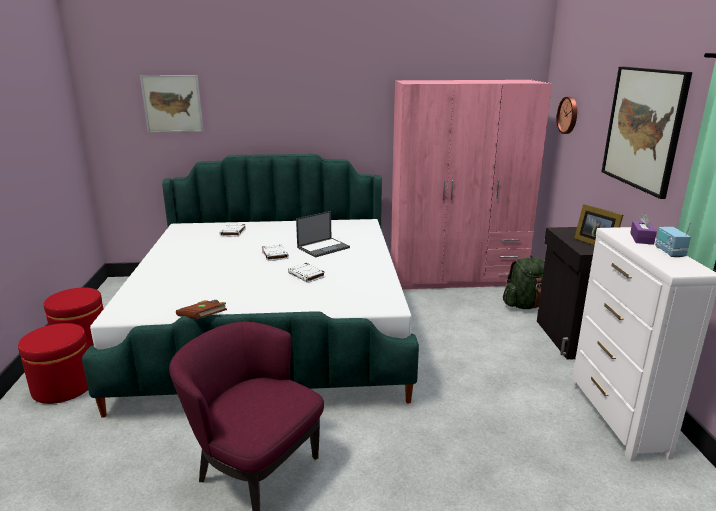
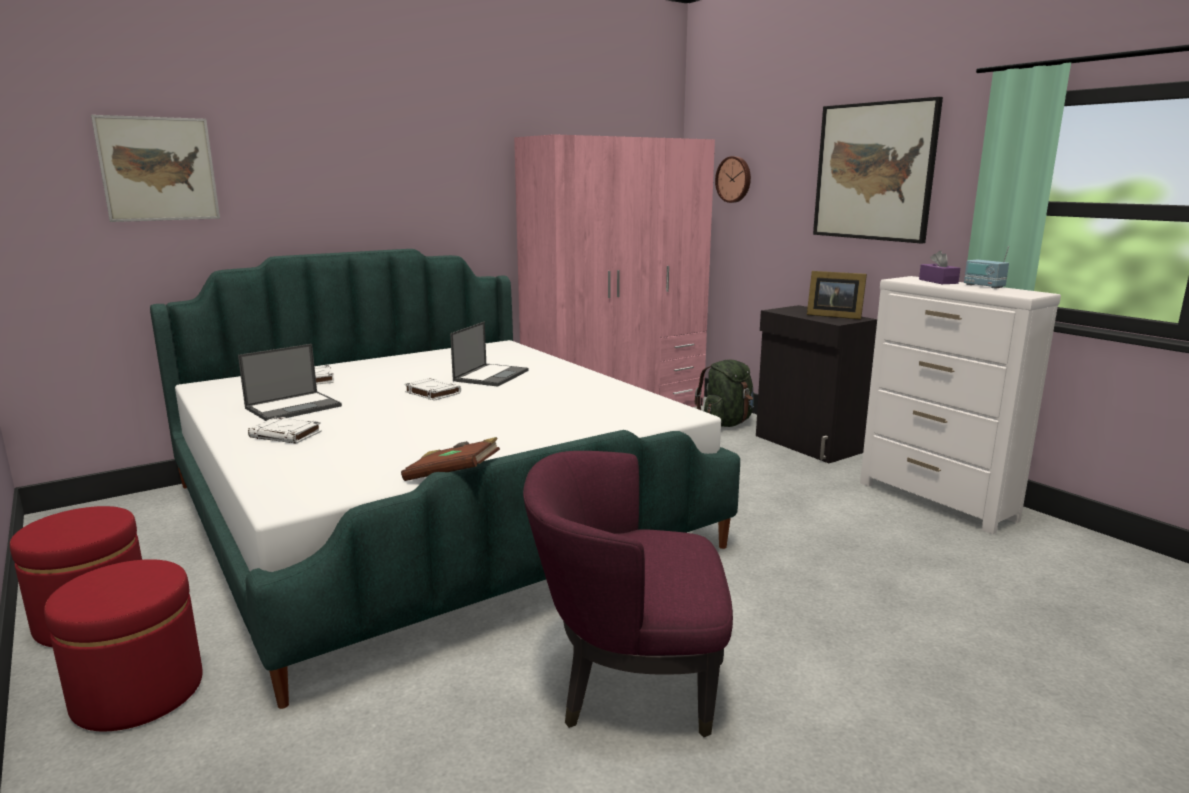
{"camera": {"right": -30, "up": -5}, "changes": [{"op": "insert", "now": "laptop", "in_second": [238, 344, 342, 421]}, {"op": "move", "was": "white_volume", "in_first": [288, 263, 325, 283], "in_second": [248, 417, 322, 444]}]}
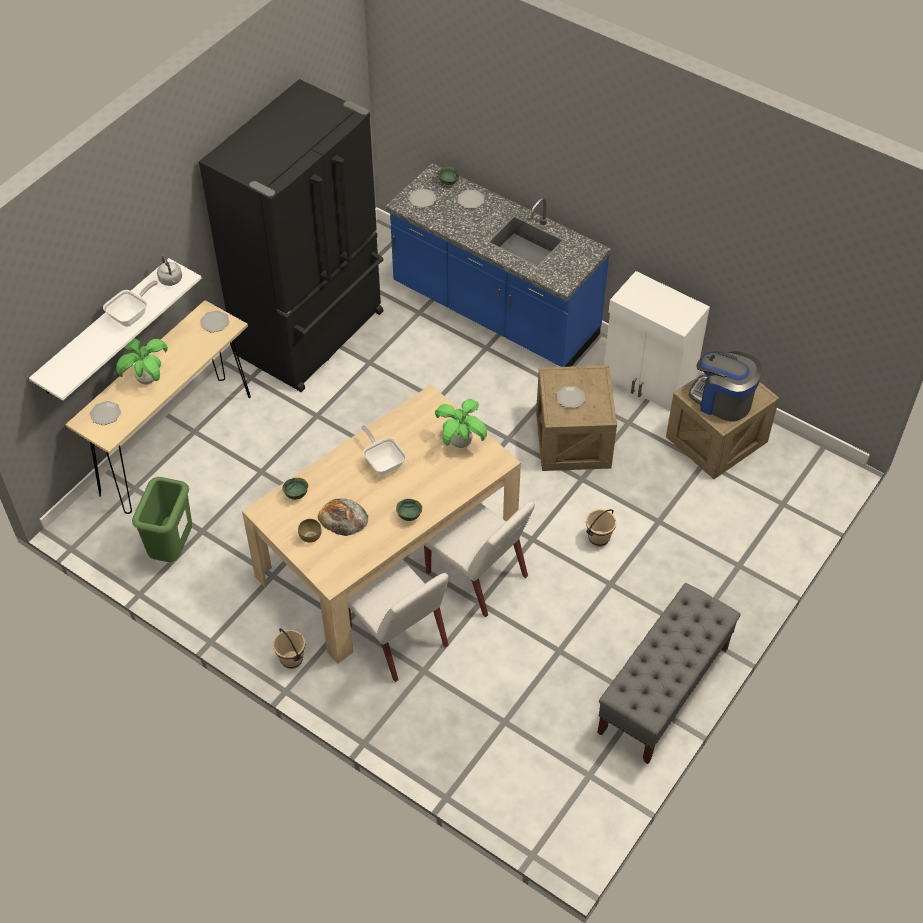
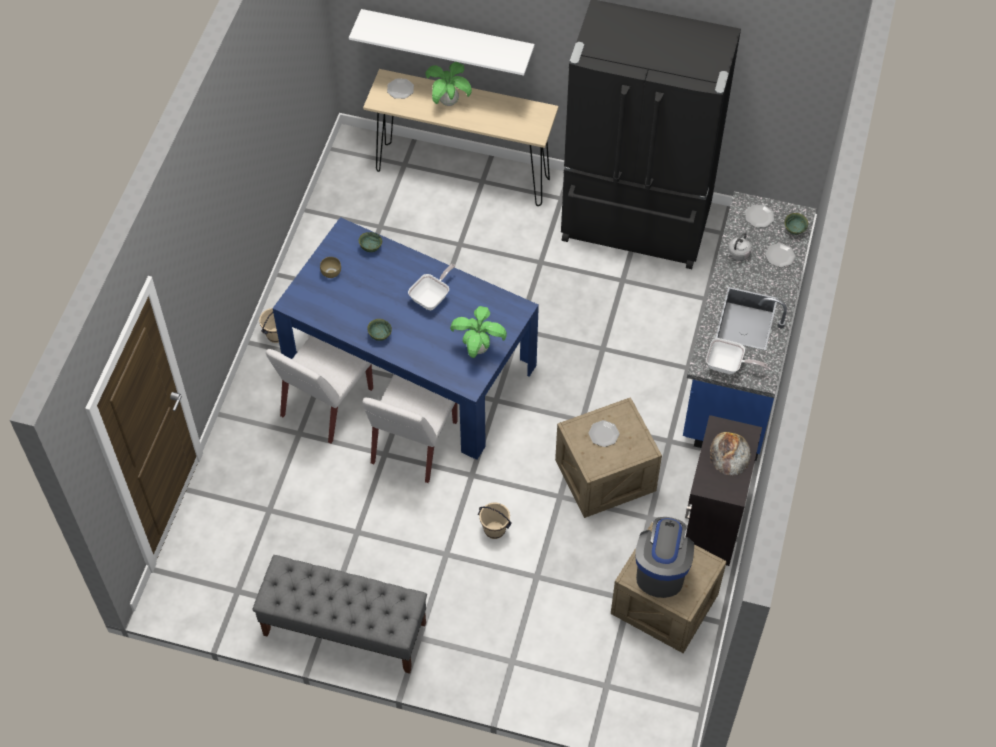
{"camera": {"right": 70, "up": 5}, "changes": [{"op": "recolor", "was": "beige-coloured_kitchen_table", "now": "bluish_kitchen_table", "in_first": [242, 385, 521, 663], "in_second": [273, 217, 539, 460]}, {"op": "recolor", "was": "white_storage_cabinet", "now": "black_storage_cabinet", "in_first": [604, 271, 710, 411], "in_second": [685, 415, 762, 566]}, {"op": "move", "was": "skillet", "in_first": [103, 281, 158, 327], "in_second": [706, 338, 768, 374]}, {"op": "move", "was": "baked_bread", "in_first": [318, 498, 368, 536], "in_second": [710, 432, 751, 476]}, {"op": "move", "was": "grey_water_kettle", "in_first": [157, 255, 182, 286], "in_second": [727, 232, 752, 261]}, {"op": "delete", "was": "green-coloured_waste_bin", "in_first": [132, 477, 192, 562]}, {"op": "delete", "was": "flat_dish", "in_first": [200, 310, 229, 332]}]}
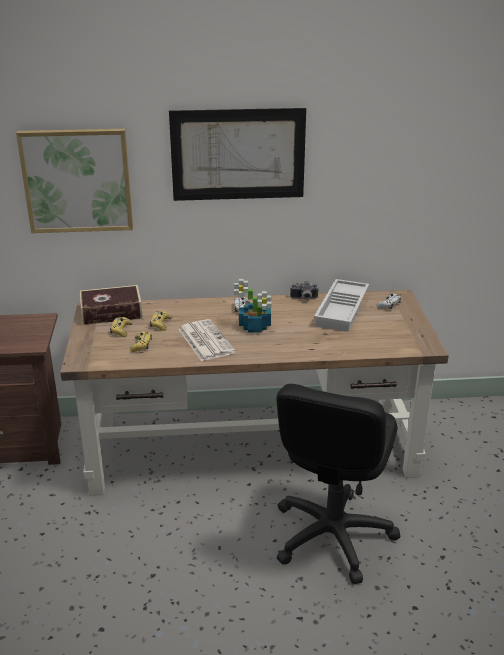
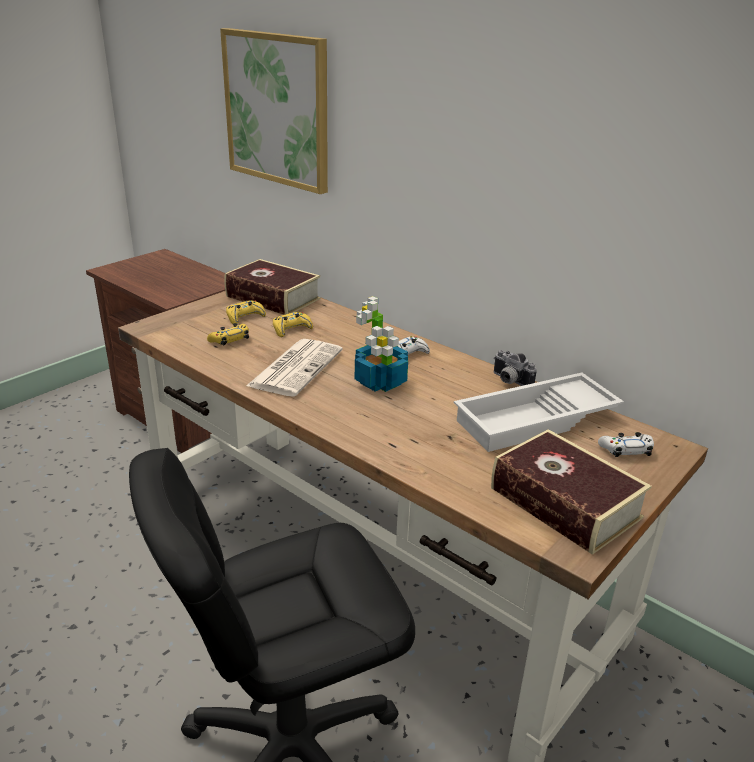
{"camera": {"right": 45, "up": 0}, "changes": [{"op": "insert", "now": "volume", "in_second": [491, 429, 652, 555]}, {"op": "delete", "was": "picture", "in_first": [169, 108, 306, 201]}]}
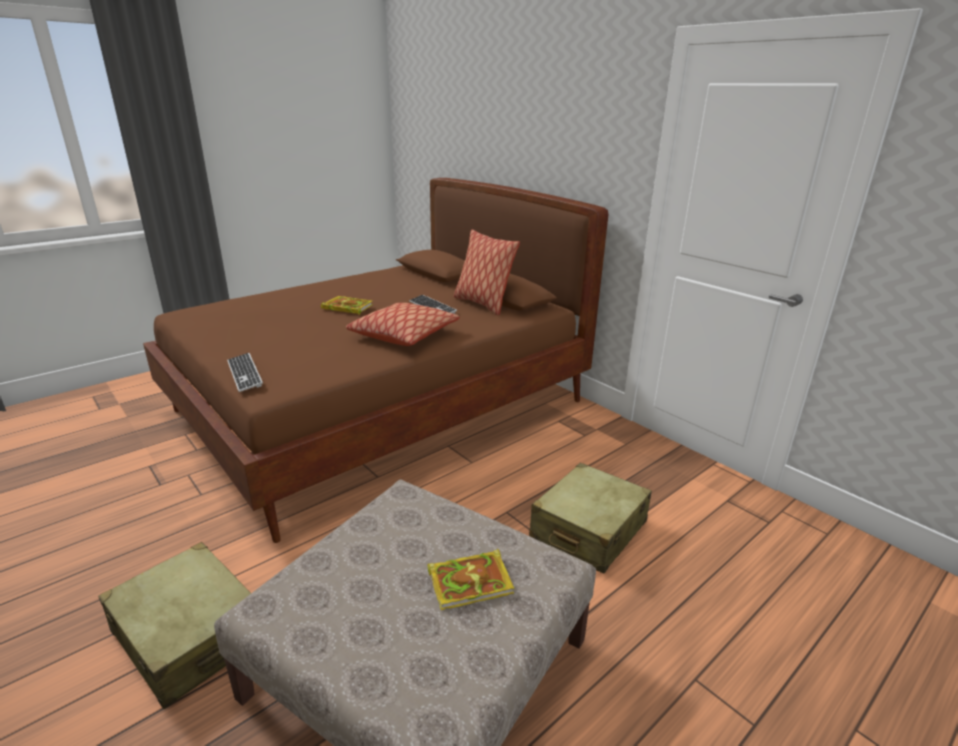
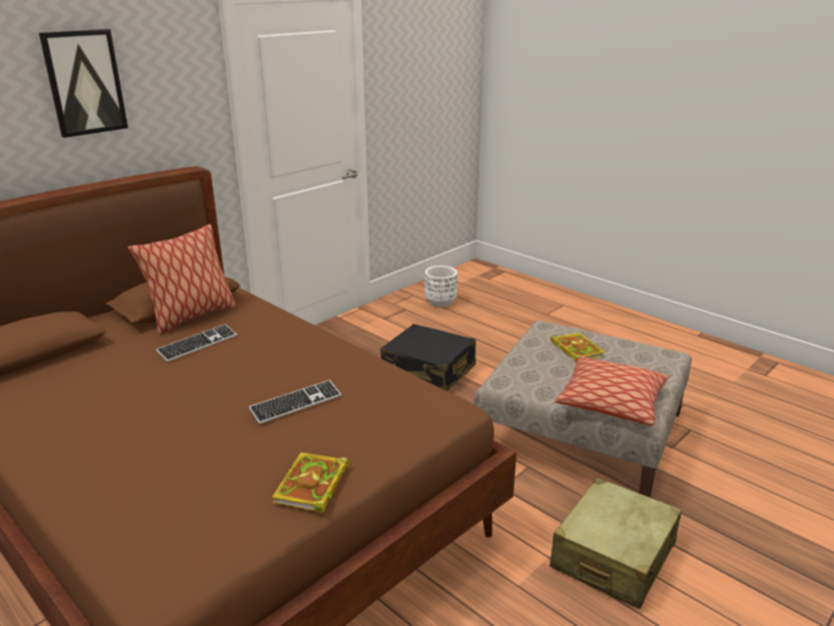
{"camera": {"right": -95, "up": 0}, "changes": [{"op": "insert", "now": "picture", "in_second": [39, 29, 128, 138]}, {"op": "move", "was": "PC_keyboard", "in_first": [227, 353, 263, 392], "in_second": [249, 380, 342, 424]}, {"op": "move", "was": "volume", "in_first": [321, 296, 372, 315], "in_second": [272, 453, 350, 513]}, {"op": "recolor", "was": "beige-coloured_travel_case", "now": "black_travel_case", "in_first": [529, 463, 652, 574], "in_second": [380, 324, 476, 391]}, {"op": "insert", "now": "white_plant_pot", "in_second": [425, 266, 458, 307]}, {"op": "move", "was": "throw_pillow", "in_first": [346, 303, 460, 346], "in_second": [555, 356, 669, 426]}]}
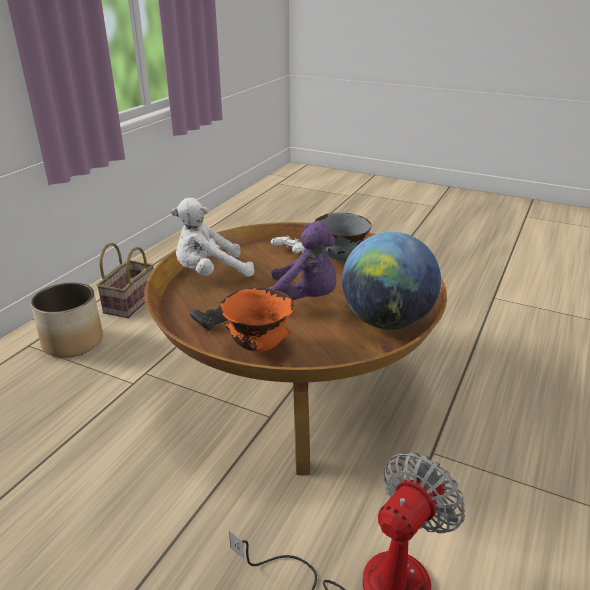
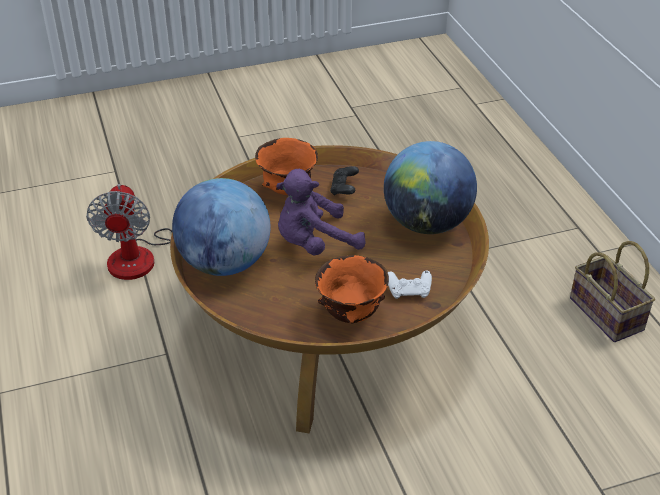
{"camera": {"right": 135, "up": 10}, "changes": [{"op": "recolor", "was": "grey_deep_dish", "now": "orangey_deep_dish", "in_first": [315, 212, 371, 261], "in_second": [315, 255, 389, 324]}, {"op": "replace", "was": "white_plush_toy", "now": "world_globe", "in_first": [171, 198, 255, 277], "in_second": [384, 141, 477, 234]}, {"op": "delete", "was": "plant_pot", "in_first": [31, 283, 103, 358]}]}
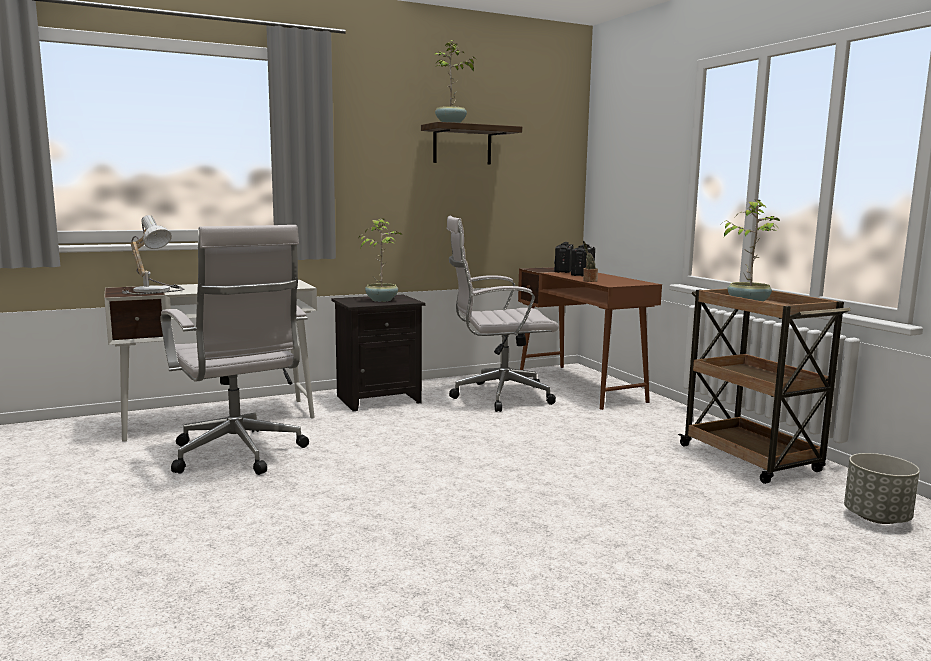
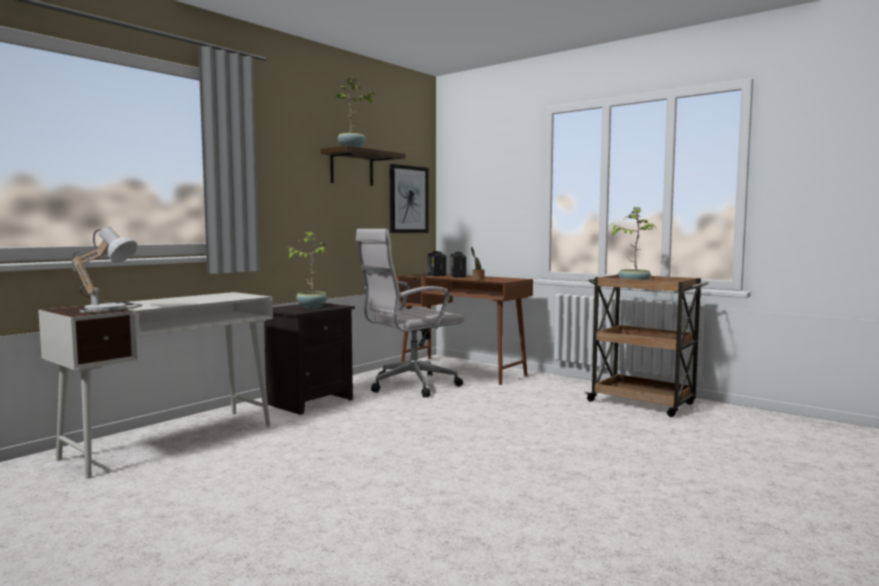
{"camera": {"right": -25, "up": -5}, "changes": [{"op": "insert", "now": "picture", "in_second": [389, 164, 429, 233]}, {"op": "delete", "was": "white_office_chair", "in_first": [160, 225, 309, 475]}, {"op": "delete", "was": "grey_plant_pot", "in_first": [844, 453, 920, 524]}]}
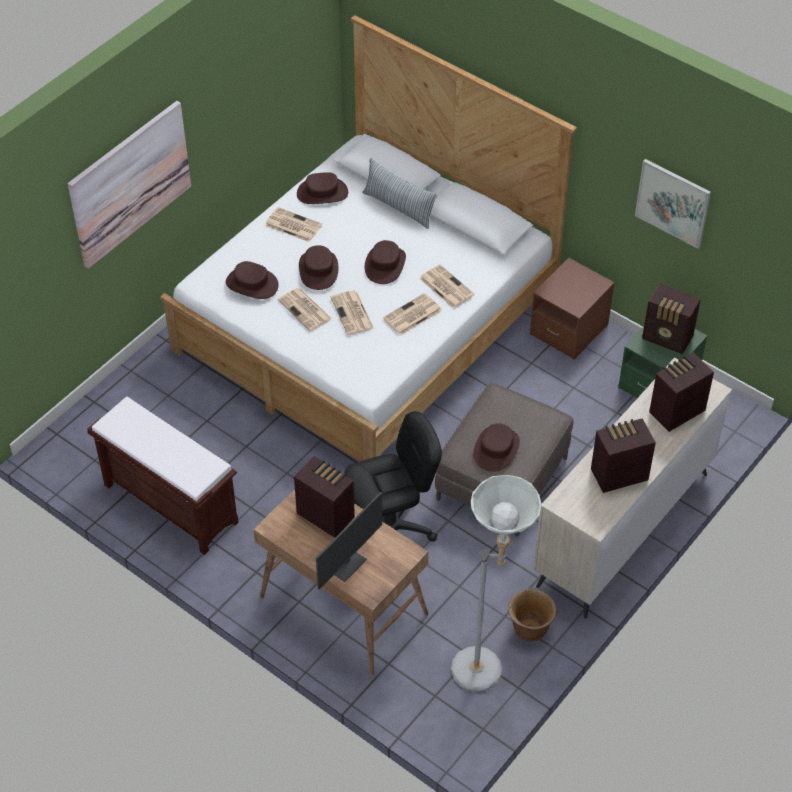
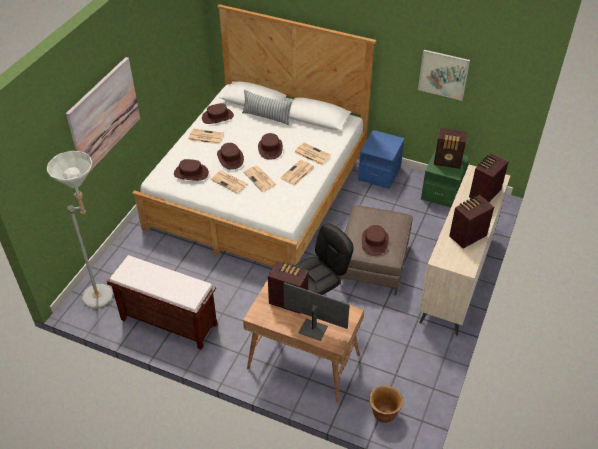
{"camera": {"right": -15, "up": -5}, "changes": [{"op": "move", "was": "grey_standing_lamp", "in_first": [451, 475, 542, 692], "in_second": [47, 151, 113, 309]}, {"op": "rotate", "was": "monitor", "in_first": [316, 492, 382, 590], "in_second": [283, 282, 350, 341], "clockwise": -90}, {"op": "recolor", "was": "brownish_nightstand", "now": "bluish_nightstand", "in_first": [530, 258, 615, 360], "in_second": [358, 130, 405, 189]}, {"op": "move", "was": "brownish_plant_pot", "in_first": [508, 588, 557, 641], "in_second": [369, 385, 403, 423]}]}
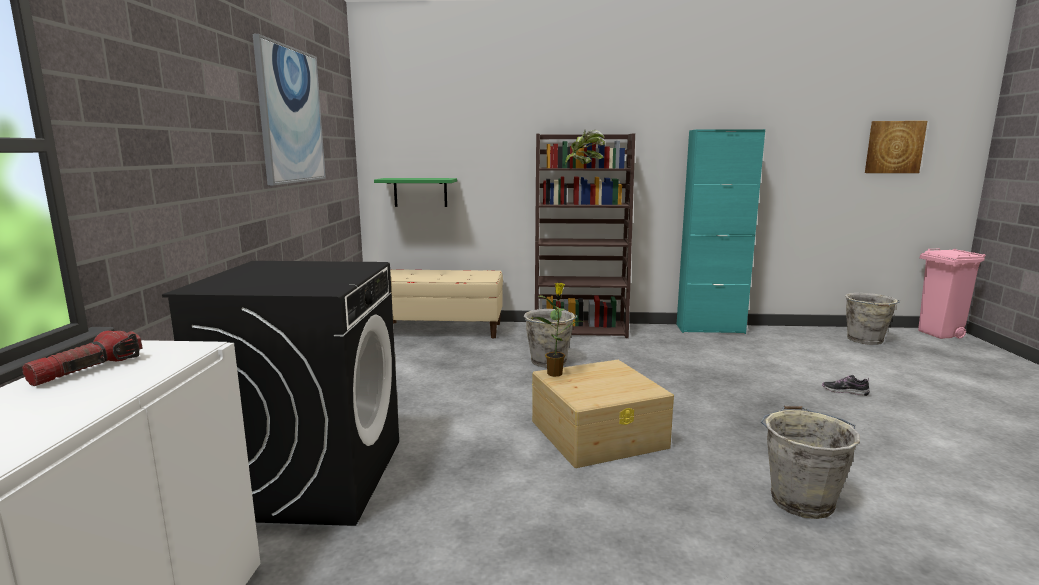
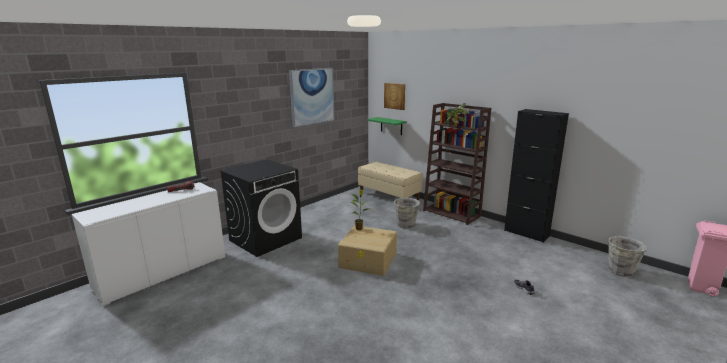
{"camera": {"right": 40, "up": 5}, "changes": [{"op": "move", "was": "picture", "in_first": [865, 121, 927, 173], "in_second": [384, 83, 405, 110]}, {"op": "recolor", "was": "turquoise-coloured_storage_cabinet", "now": "black_storage_cabinet", "in_first": [677, 129, 765, 334], "in_second": [504, 109, 569, 243]}, {"op": "delete", "was": "grey_bucket", "in_first": [761, 406, 860, 519]}]}
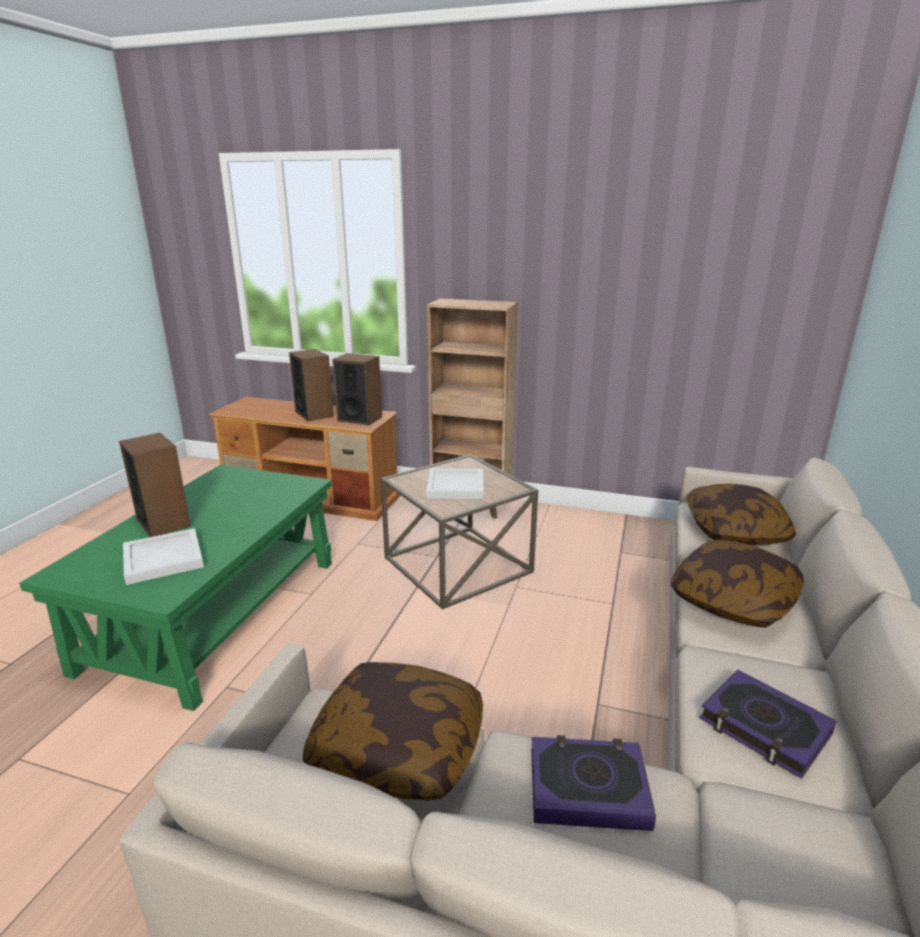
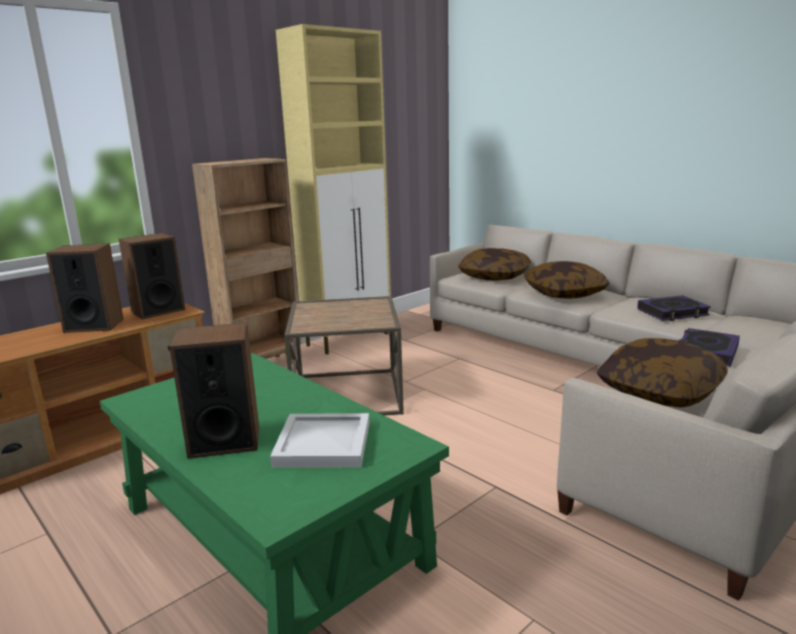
{"camera": {"right": -60, "up": -5}, "changes": [{"op": "insert", "now": "beige-coloured_storage_cabinet", "in_second": [276, 24, 391, 355]}, {"op": "delete", "was": "white_tray", "in_first": [426, 468, 483, 499]}]}
